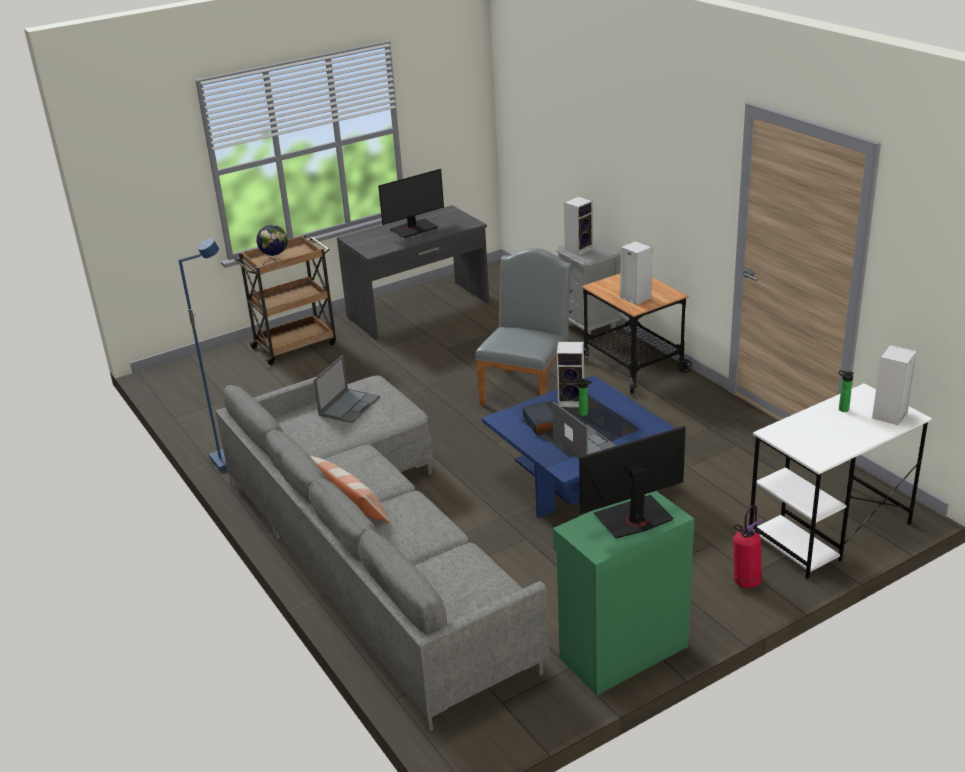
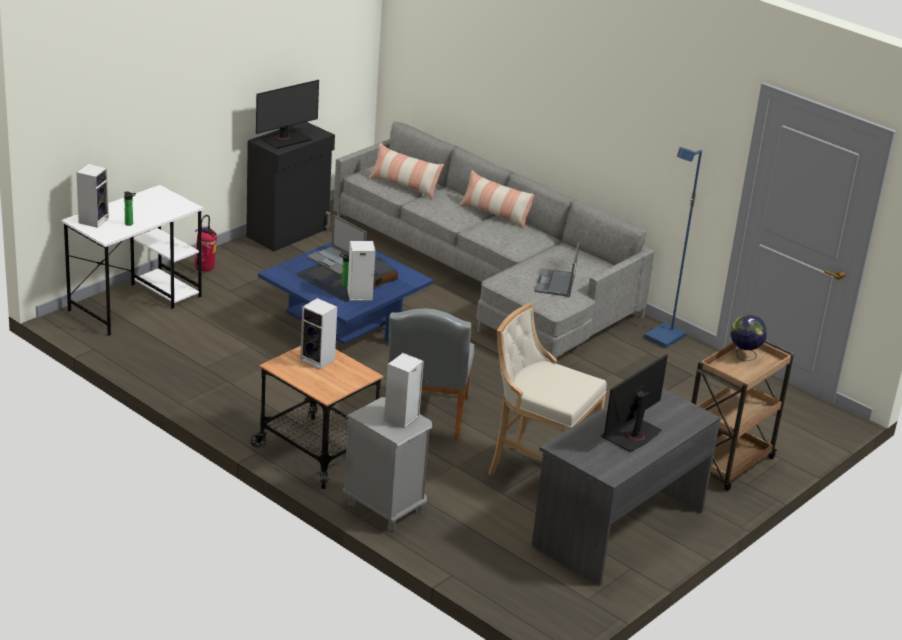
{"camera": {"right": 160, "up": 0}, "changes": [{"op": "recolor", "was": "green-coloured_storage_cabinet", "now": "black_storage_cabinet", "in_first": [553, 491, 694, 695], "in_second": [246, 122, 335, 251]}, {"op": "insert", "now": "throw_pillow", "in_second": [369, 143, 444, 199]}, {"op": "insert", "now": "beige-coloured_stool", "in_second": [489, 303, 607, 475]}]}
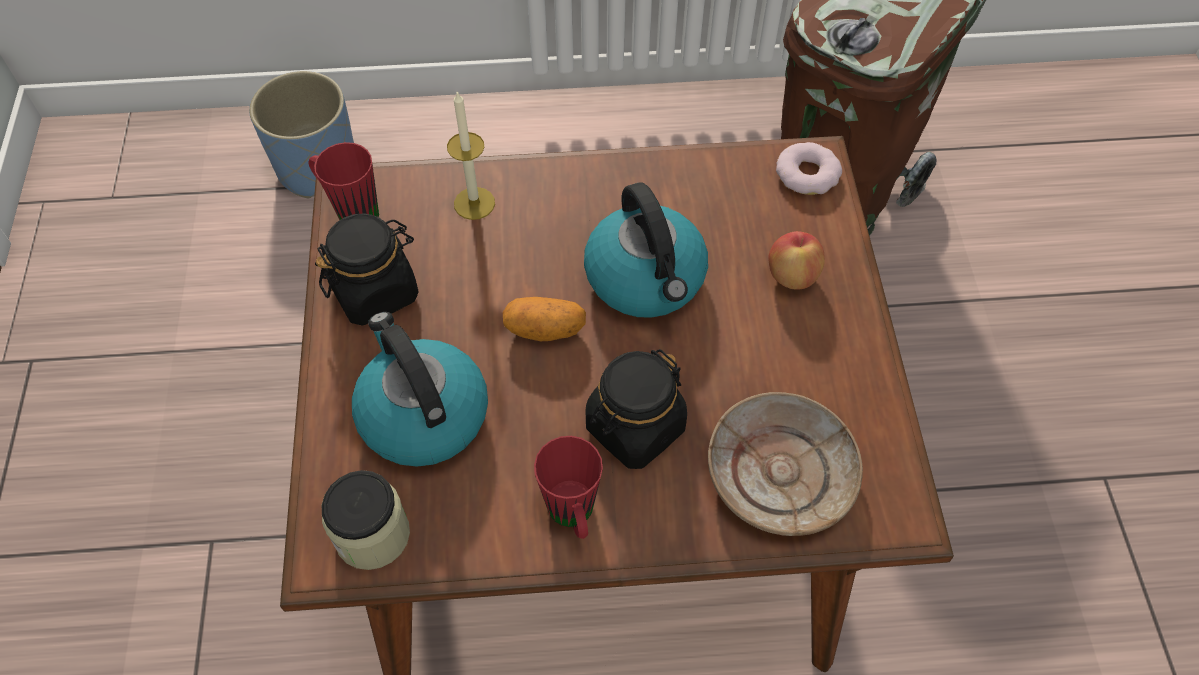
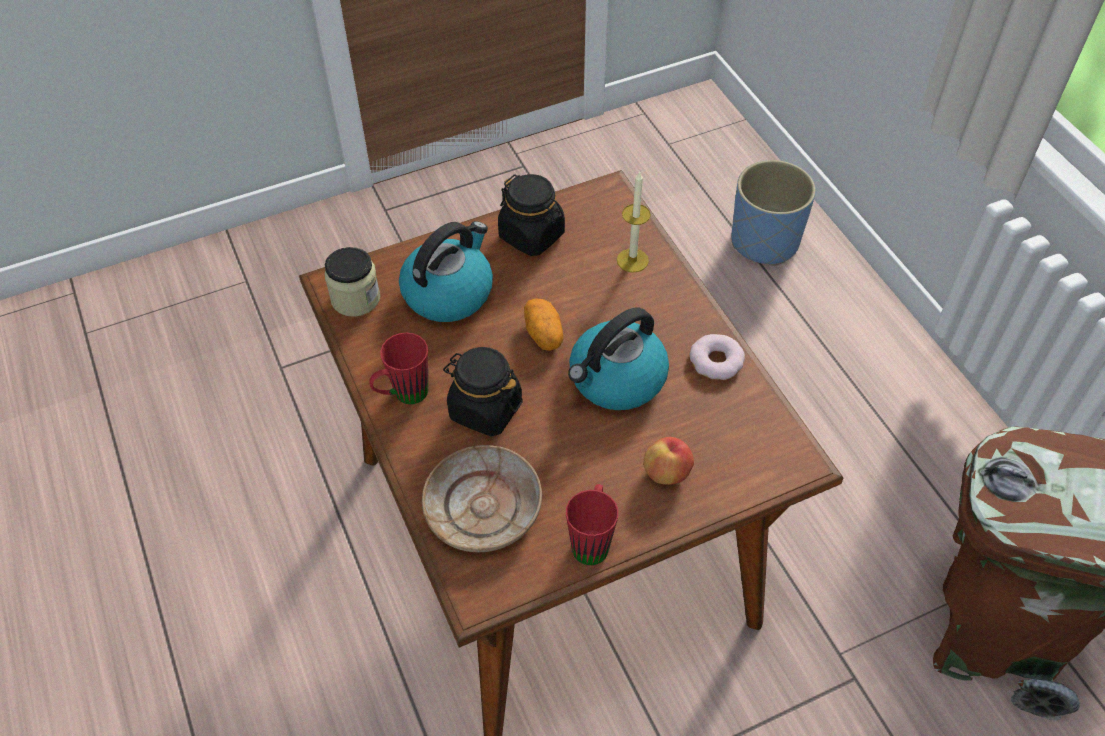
{"camera": {"right": 70, "up": -5}, "changes": [{"op": "move", "was": "reddish_mug", "in_first": [308, 142, 379, 220], "in_second": [566, 484, 618, 565]}, {"op": "move", "was": "ring_doughnut", "in_first": [776, 142, 842, 195], "in_second": [690, 334, 745, 380]}]}
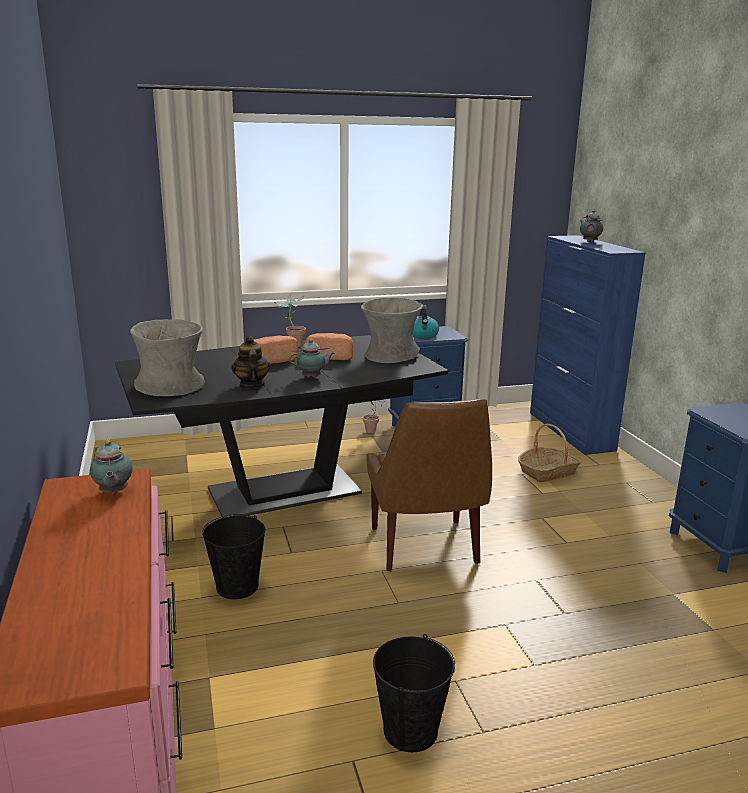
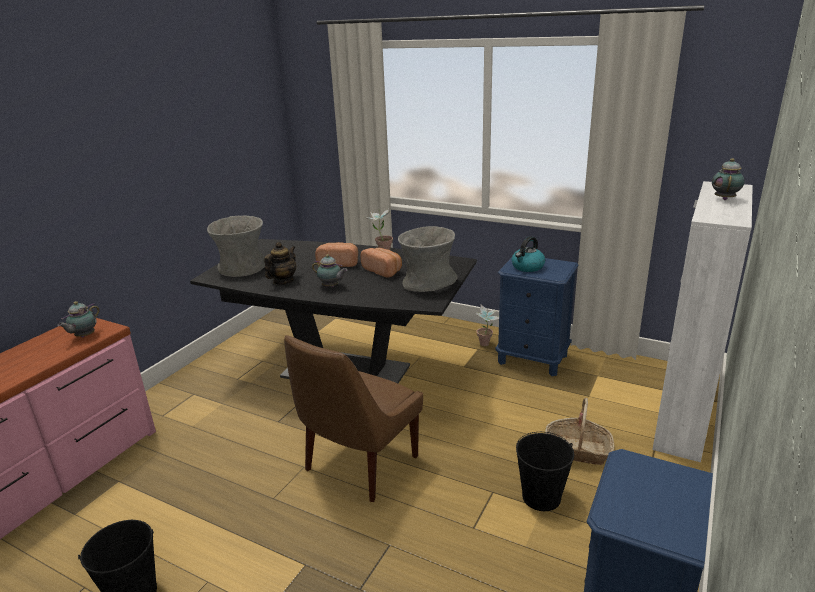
{"camera": {"right": 45, "up": 5}, "changes": [{"op": "move", "was": "black_bucket", "in_first": [202, 514, 265, 599], "in_second": [516, 432, 574, 511]}, {"op": "recolor", "was": "bluish_storage_cabinet", "now": "white_storage_cabinet", "in_first": [530, 235, 646, 455], "in_second": [652, 181, 753, 463]}]}
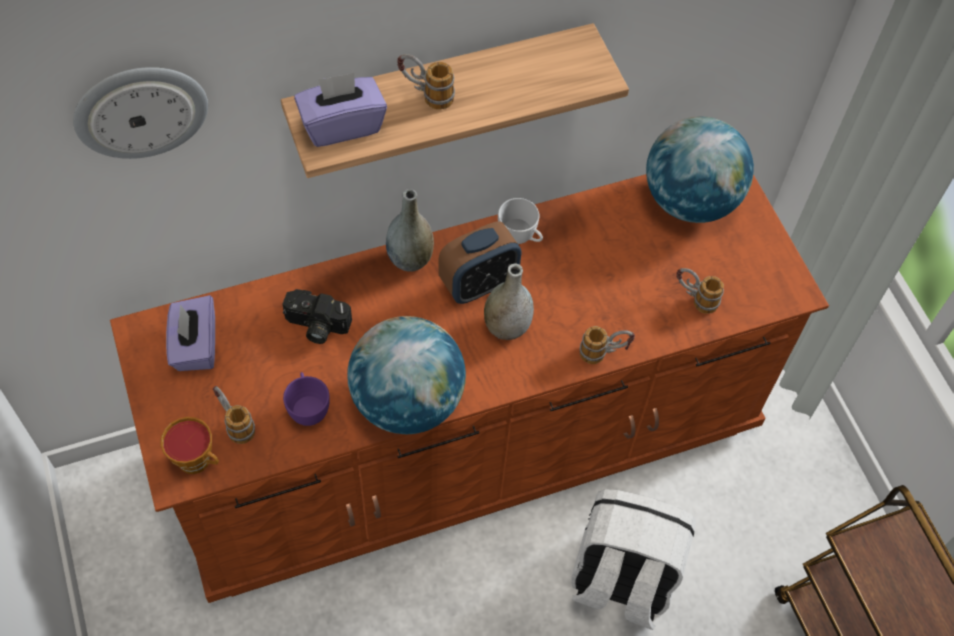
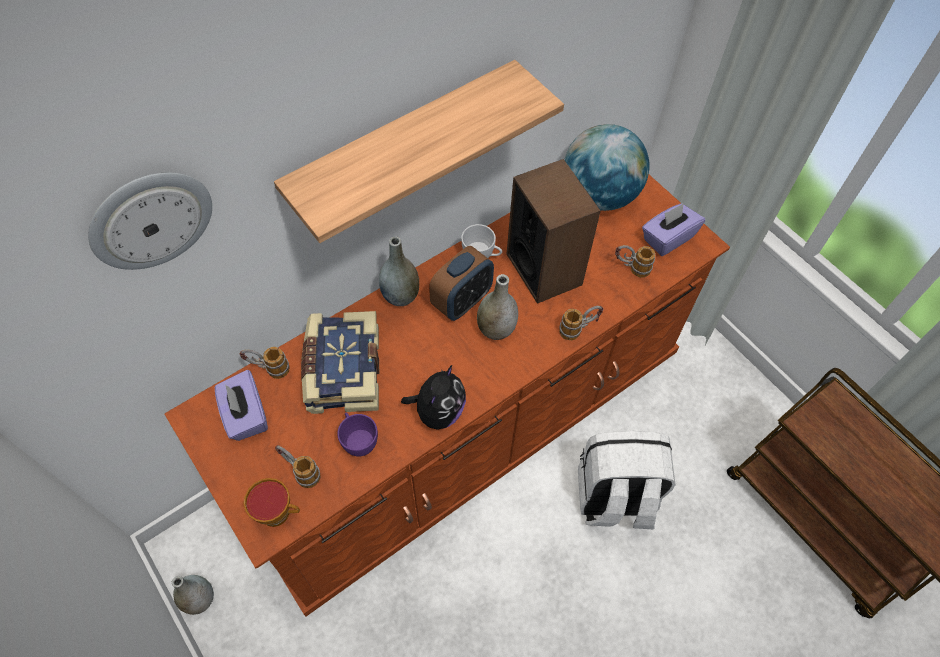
{"camera": {"right": -15, "up": 0}, "changes": [{"op": "insert", "now": "grey_decorative_vase", "in_second": [172, 575, 214, 615]}, {"op": "move", "was": "mug", "in_first": [397, 54, 455, 110], "in_second": [239, 347, 290, 379]}, {"op": "replace", "was": "photo_camera", "now": "volume", "in_first": [283, 289, 352, 344], "in_second": [301, 311, 379, 414]}, {"op": "replace", "was": "world_globe", "now": "plush_toy", "in_first": [347, 316, 466, 434], "in_second": [401, 365, 466, 430]}, {"op": "insert", "now": "audio_speaker", "in_second": [507, 159, 601, 304]}, {"op": "move", "was": "purplish_box_of_tissues", "in_first": [294, 73, 387, 147], "in_second": [642, 203, 705, 256]}]}
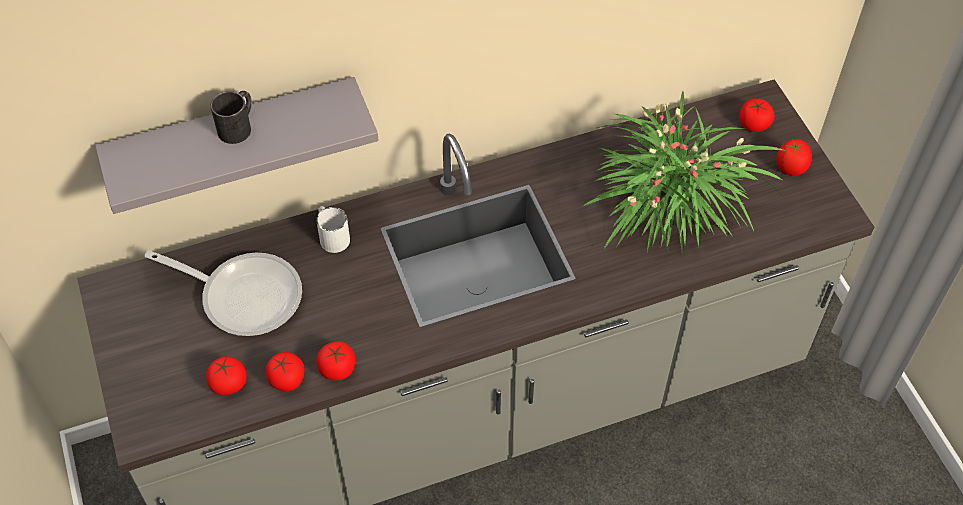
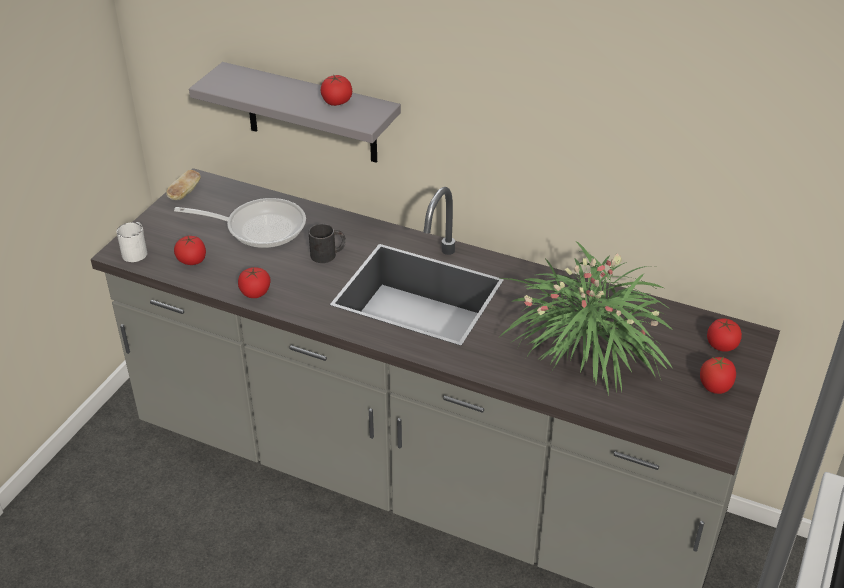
{"camera": {"right": 45, "up": -15}, "changes": [{"op": "move", "was": "white_mug", "in_first": [316, 206, 350, 253], "in_second": [116, 222, 147, 262]}, {"op": "insert", "now": "baked_bread", "in_second": [166, 170, 201, 200]}, {"op": "rotate", "was": "skillet", "in_first": [145, 250, 302, 336], "in_second": [174, 198, 306, 248], "clockwise": -60}, {"op": "move", "was": "black_mug", "in_first": [211, 91, 252, 144], "in_second": [309, 224, 346, 263]}, {"op": "move", "was": "whole_tomato", "in_first": [266, 352, 304, 391], "in_second": [321, 74, 352, 106]}]}
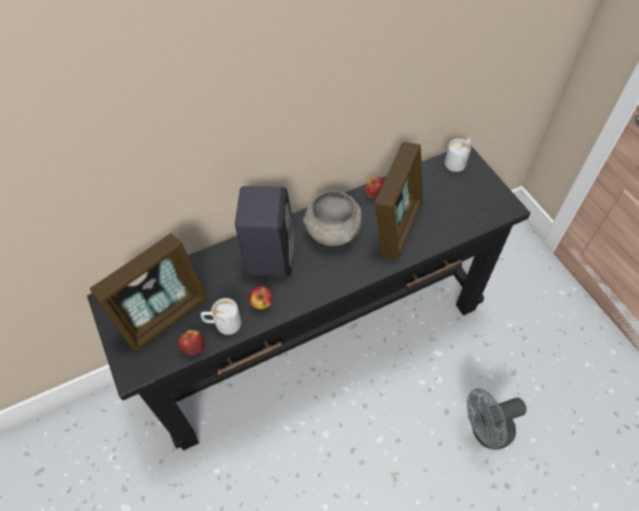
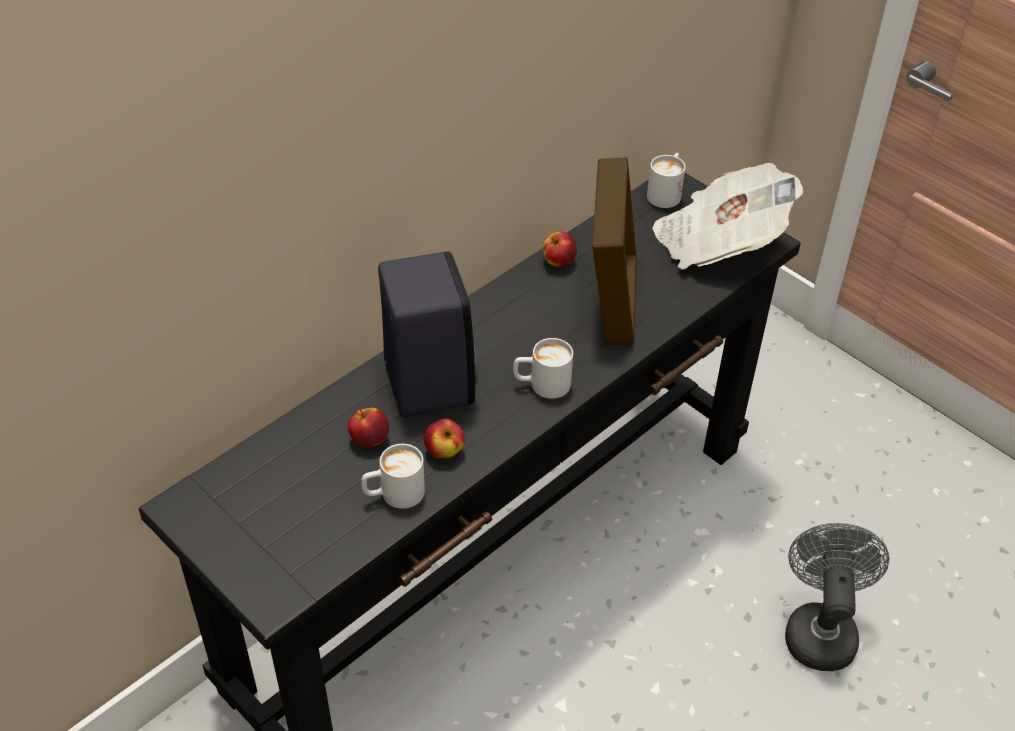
{"camera": {"right": -20, "up": -10}, "changes": [{"op": "move", "was": "apple_fruit", "in_first": [178, 330, 204, 355], "in_second": [348, 408, 389, 447]}, {"op": "insert", "now": "white_mug", "in_second": [513, 338, 573, 399]}, {"op": "insert", "now": "newspaper", "in_second": [652, 163, 803, 270]}, {"op": "rotate", "was": "grey_fan", "in_first": [467, 389, 526, 450], "in_second": [785, 523, 890, 671], "clockwise": 135}, {"op": "delete", "was": "picture_frame", "in_first": [90, 233, 207, 352]}, {"op": "delete", "was": "grey_deep_dish", "in_first": [303, 190, 362, 246]}]}
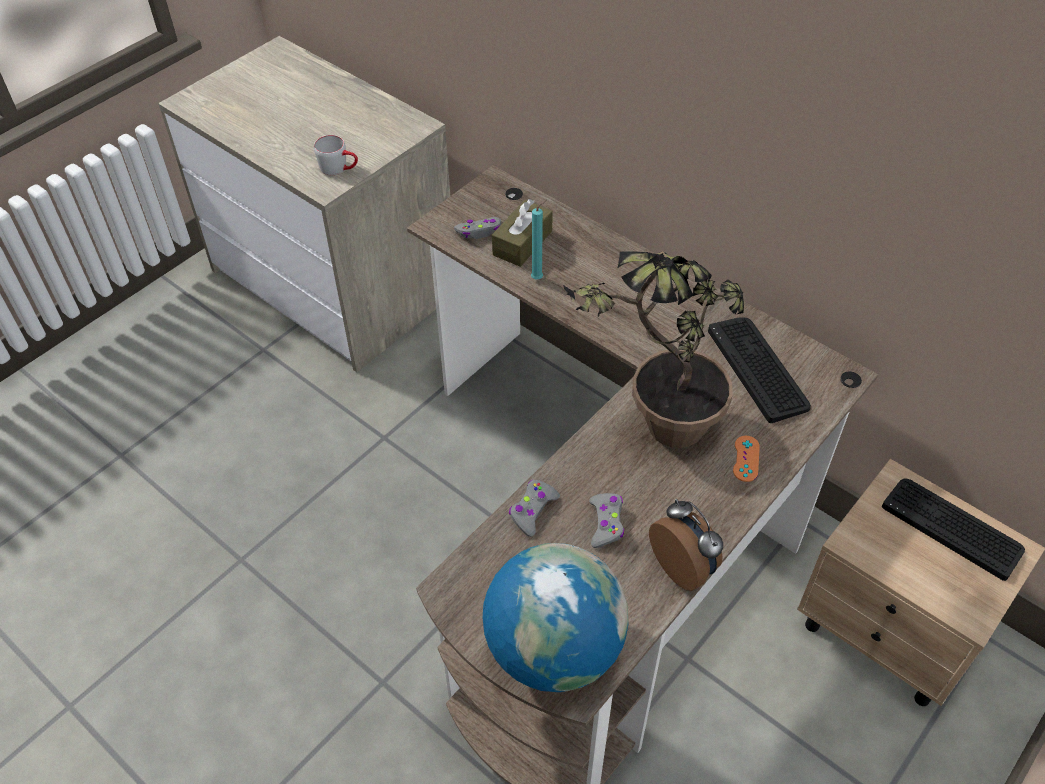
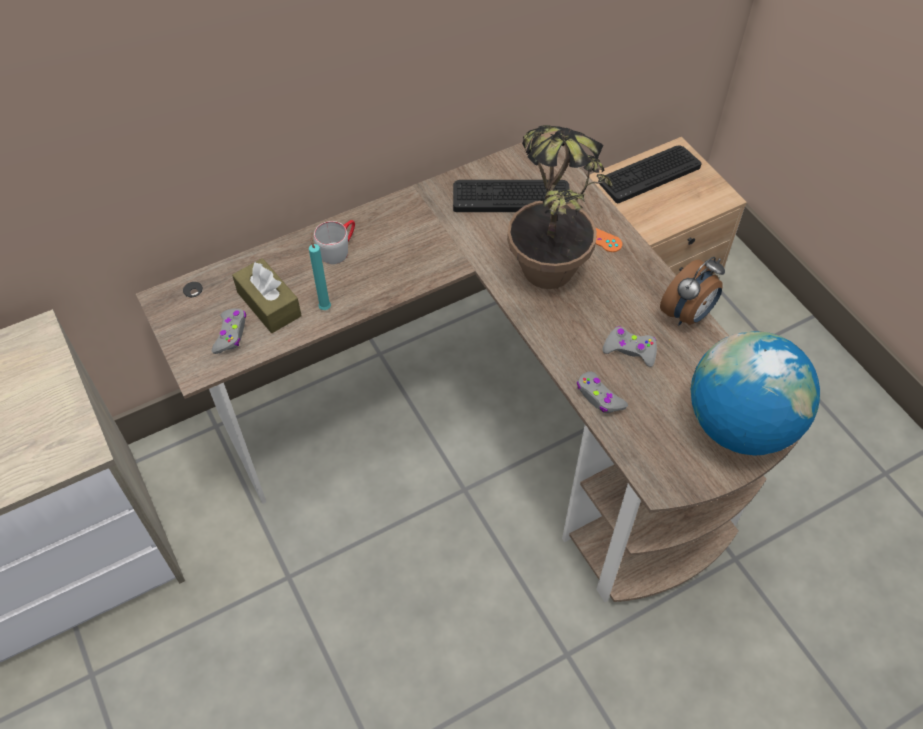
{"camera": {"right": -70, "up": 5}, "changes": [{"op": "move", "was": "grey_mug", "in_first": [314, 135, 358, 175], "in_second": [314, 220, 355, 264]}, {"op": "rotate", "was": "table_clock", "in_first": [649, 499, 723, 591], "in_second": [660, 257, 725, 325], "clockwise": 150}]}
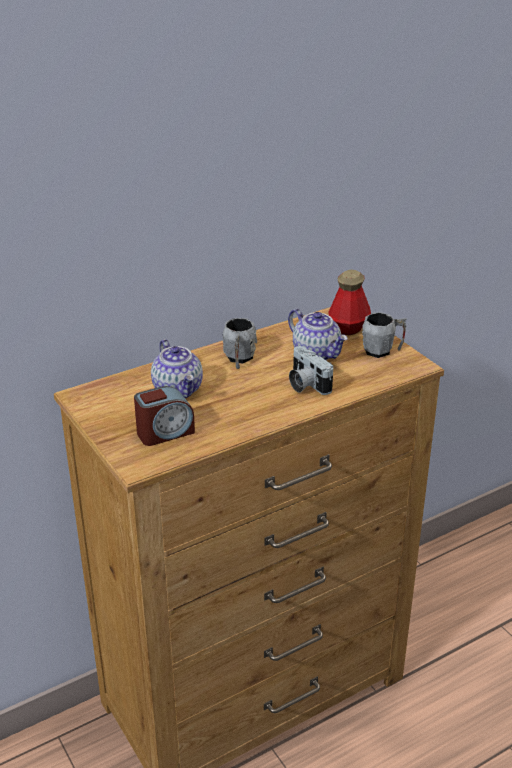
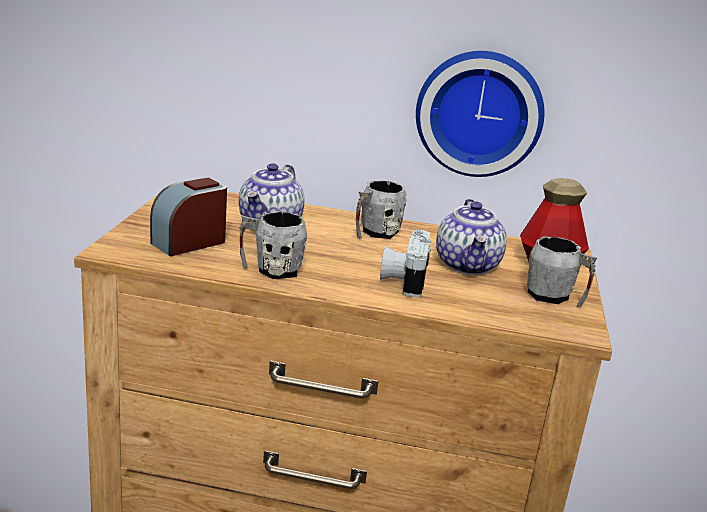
{"camera": {"right": 40, "up": -10}, "changes": [{"op": "rotate", "was": "table_clock", "in_first": [134, 386, 195, 446], "in_second": [150, 178, 227, 257], "clockwise": 120}, {"op": "insert", "now": "grey_mug", "in_second": [239, 211, 308, 279]}, {"op": "insert", "now": "clock_on_the_wall", "in_second": [416, 51, 545, 177]}]}
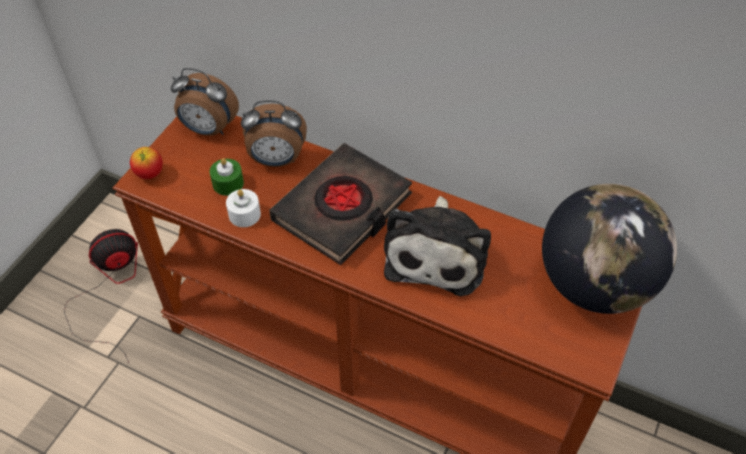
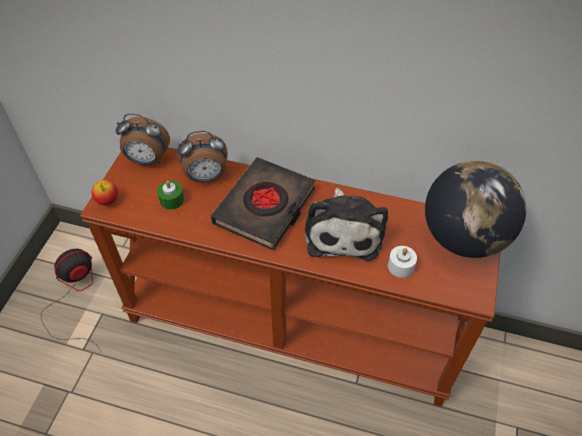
{"camera": {"right": -10, "up": 0}, "changes": [{"op": "move", "was": "white_wax_candle", "in_first": [226, 189, 261, 227], "in_second": [388, 246, 417, 278]}]}
